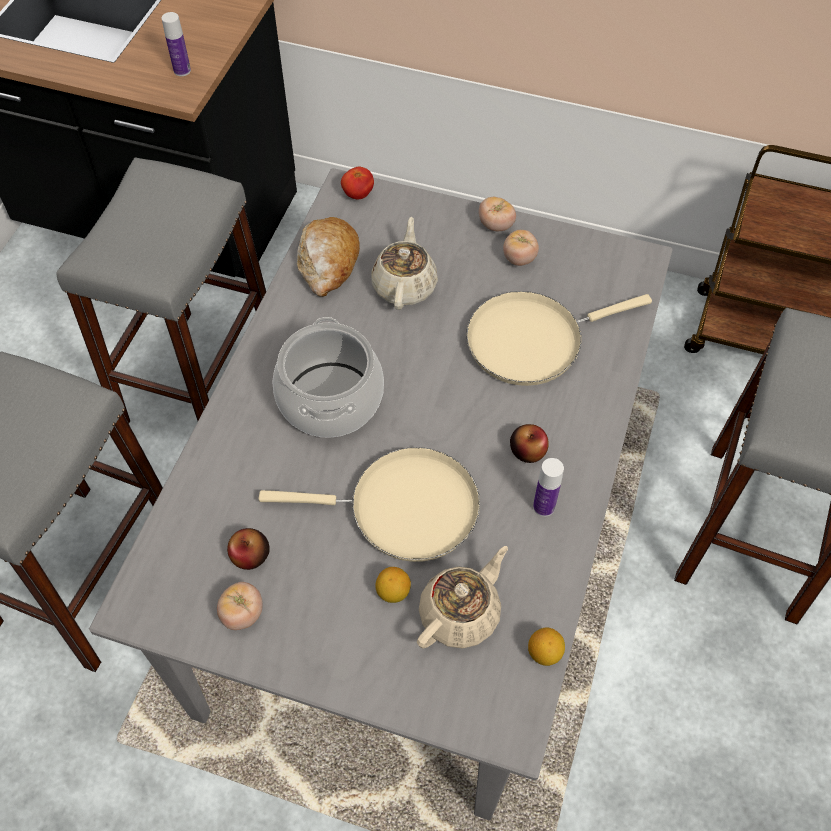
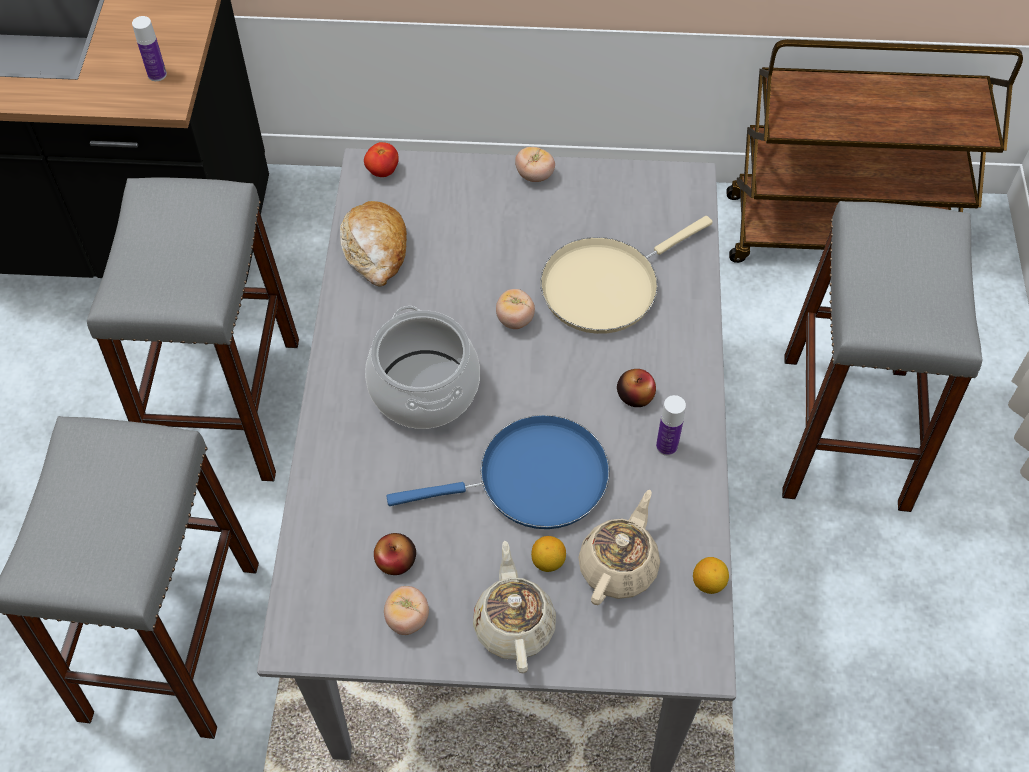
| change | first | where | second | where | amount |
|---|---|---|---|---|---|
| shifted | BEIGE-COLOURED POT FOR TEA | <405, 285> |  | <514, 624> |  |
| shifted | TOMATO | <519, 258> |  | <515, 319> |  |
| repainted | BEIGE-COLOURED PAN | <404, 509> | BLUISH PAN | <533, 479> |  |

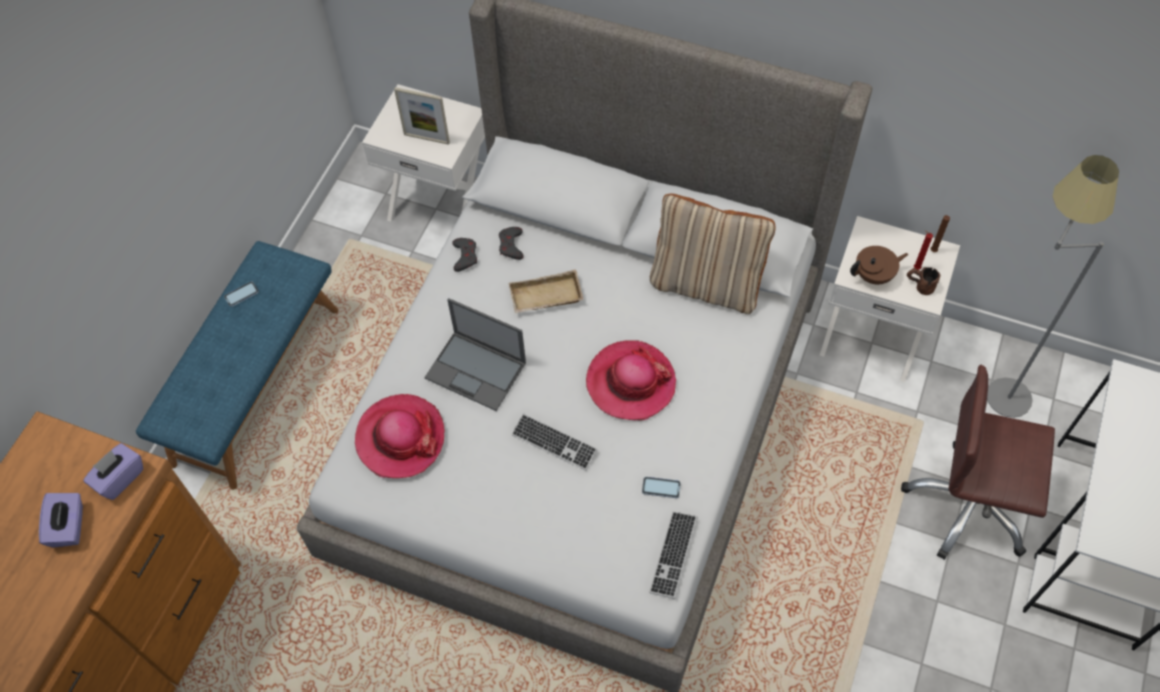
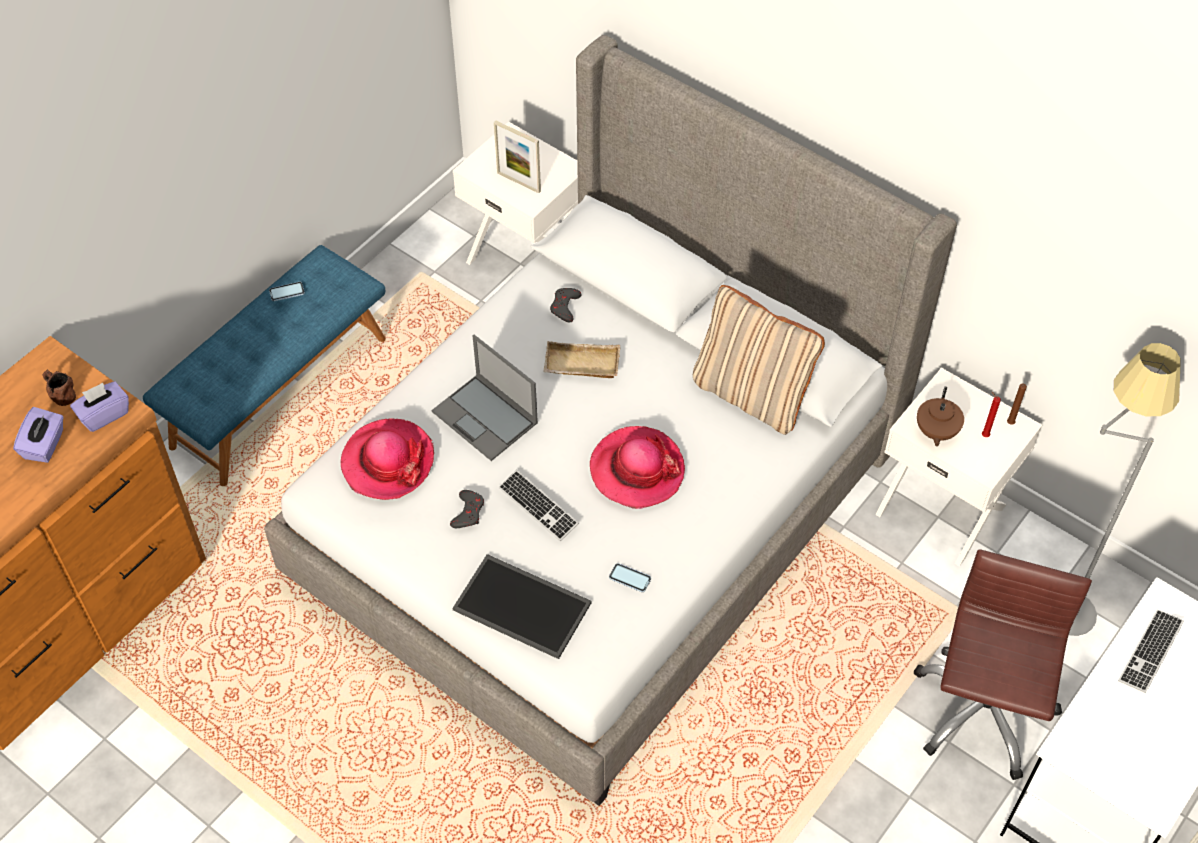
| change | first | where | second | where | amount |
|---|---|---|---|---|---|
| new |  |  | SERVING TRAY | <524, 605> |  |
| shifted | GREYISH GAMEPAD | <465, 256> |  | <468, 512> |  |
| shifted | KEYBOARD | <673, 555> |  | <1150, 652> |  |
| shifted | BROWN TEA MUG | <919, 286> |  | <60, 394> |  |
| rotated | BROWN POT FOR TEA | <874, 275> |  | <936, 432> | 105 degrees clockwise |
| rotated | BROWN DESK CHAIR | <968, 505> |  | <981, 710> | 75 degrees clockwise |

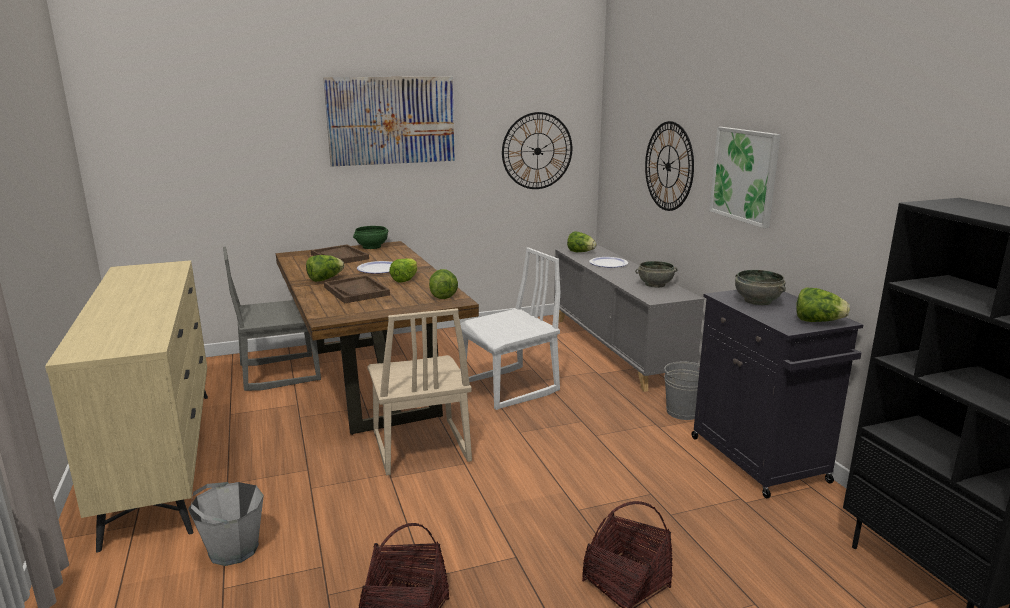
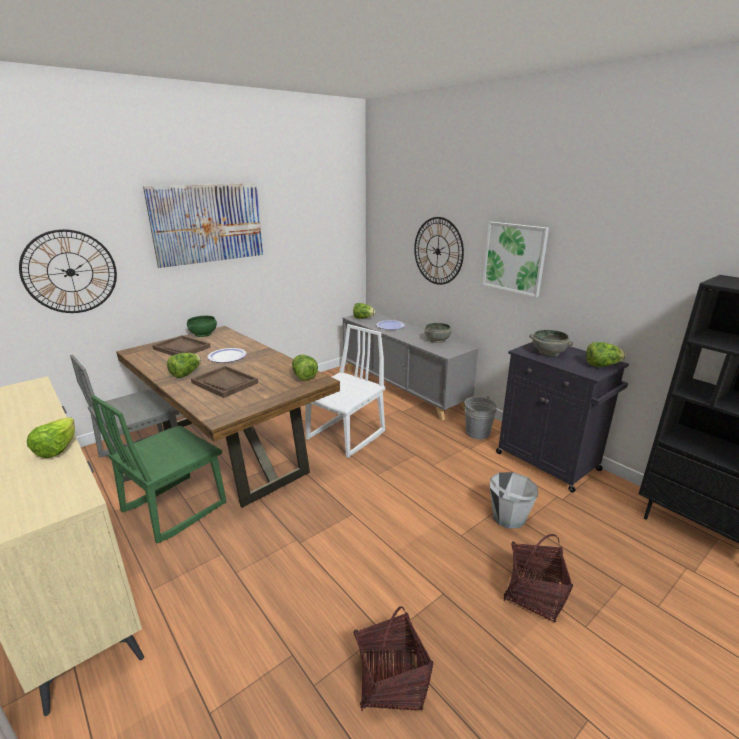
| change | first | where | second | where | amount |
|---|---|---|---|---|---|
| gone | BEIGE-COLOURED UPRIGHT CHAIR | <419, 448> |  |  |  |
| new |  |  | GREEN-COLOURED UPRIGHT CHAIR | <174, 507> |  |
| shifted | GREYISH WATER BUCKET | <233, 549> |  | <508, 517> |  |
| shifted | HEAD OF LETTUCE | <405, 279> |  | <58, 449> |  |
| shifted | WALL CLOCK | <537, 151> |  | <70, 272> |  |

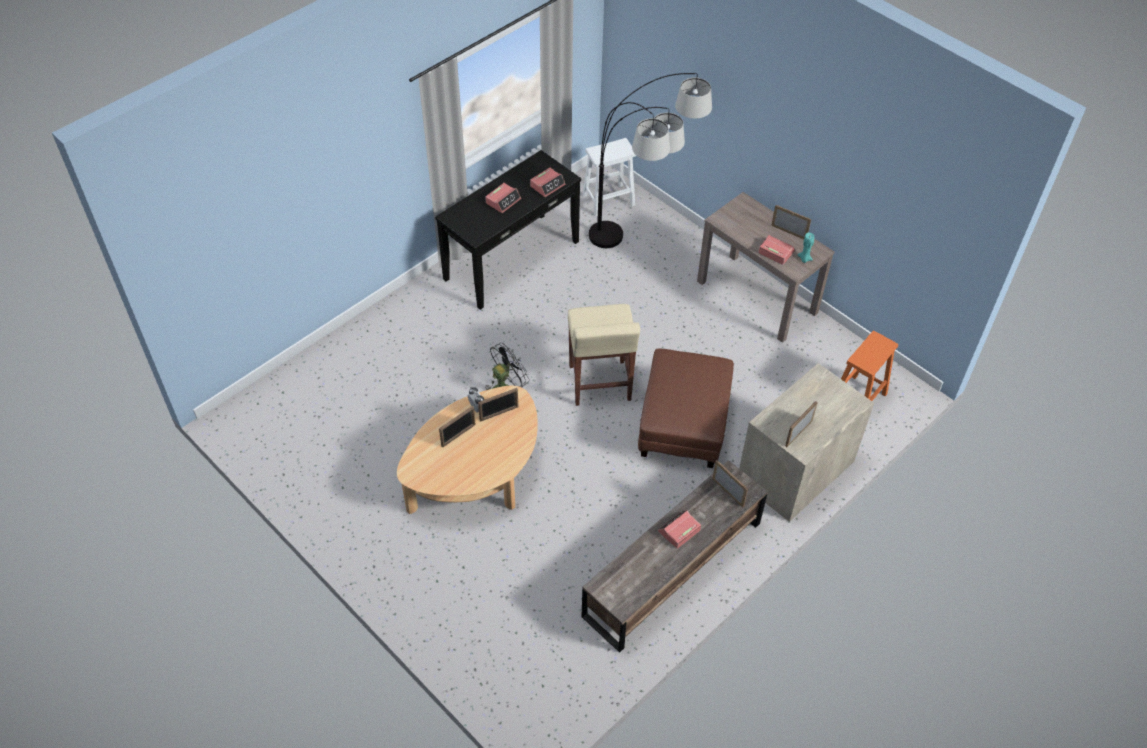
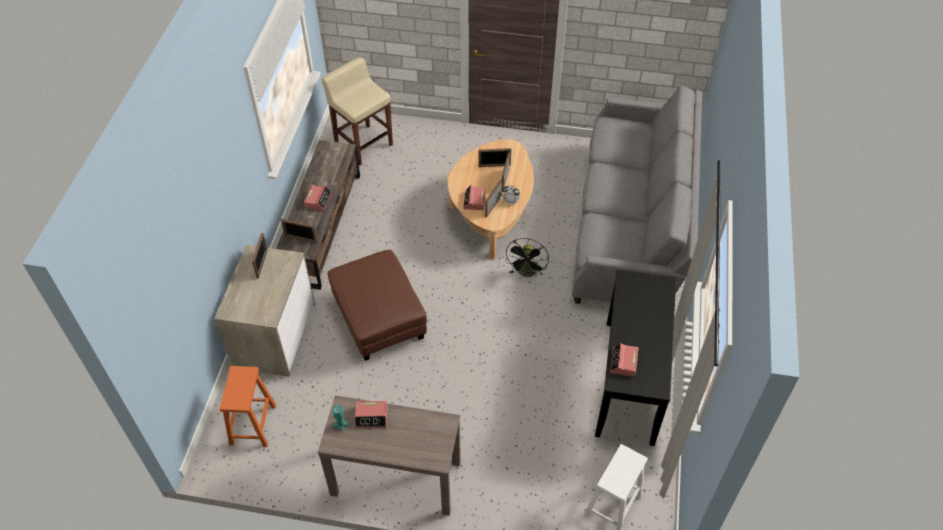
| change | first | where | second | where | amount |
|---|---|---|---|---|---|
| gone | STANDARD LAMP | <641, 254> |  |  |  |
| new |  |  | GREYISH SETTEE | <631, 225> |  |
| shifted | BEDSIDE CLOCK | <503, 201> |  | <474, 201> |  |
| shifted | BEIGE-COLOURED STOOL SEAT | <599, 384> |  | <363, 144> |  |
| shifted | STANDING FRAME | <789, 232> |  | <494, 166> |  |

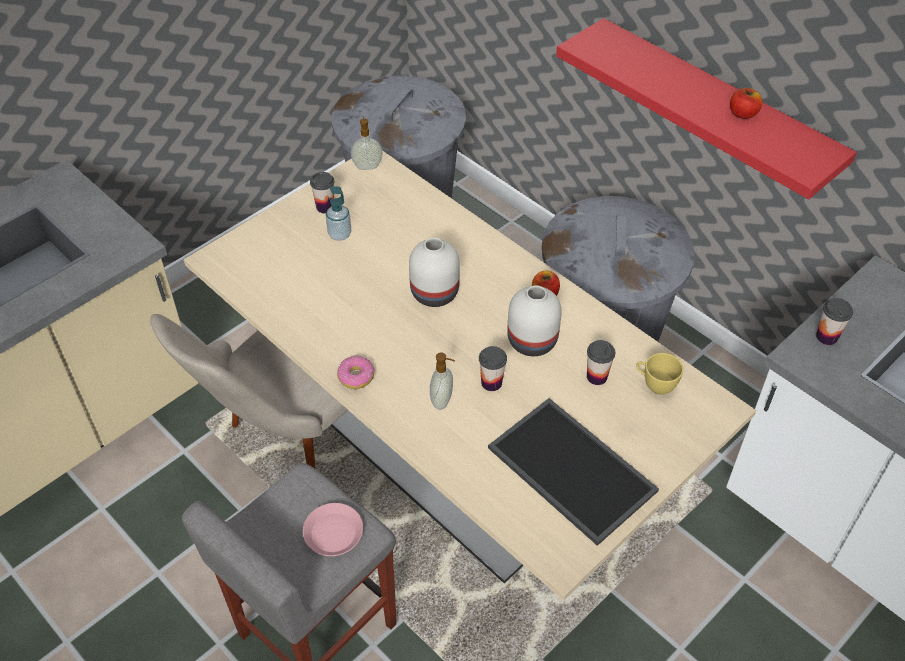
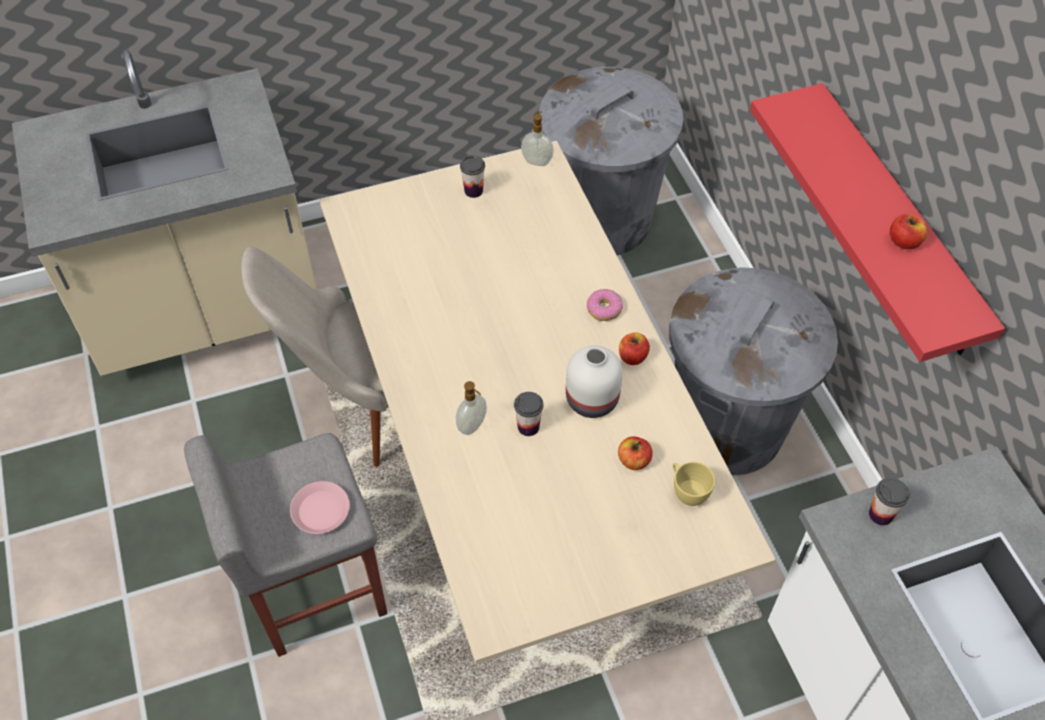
| change | first | where | second | where | amount |
|---|---|---|---|---|---|
| gone | LIQUID SOAP BOTTLE | <339, 234> |  |  |  |
| gone | WHITE VASE | <433, 292> |  |  |  |
| gone | SERVING TRAY | <568, 470> |  |  |  |
| shifted | DOUGHNUT | <356, 376> |  | <604, 309> |  |
| swapped | DRINKING CUP | <597, 377> | WHOLE APPLE | <633, 461> |  |

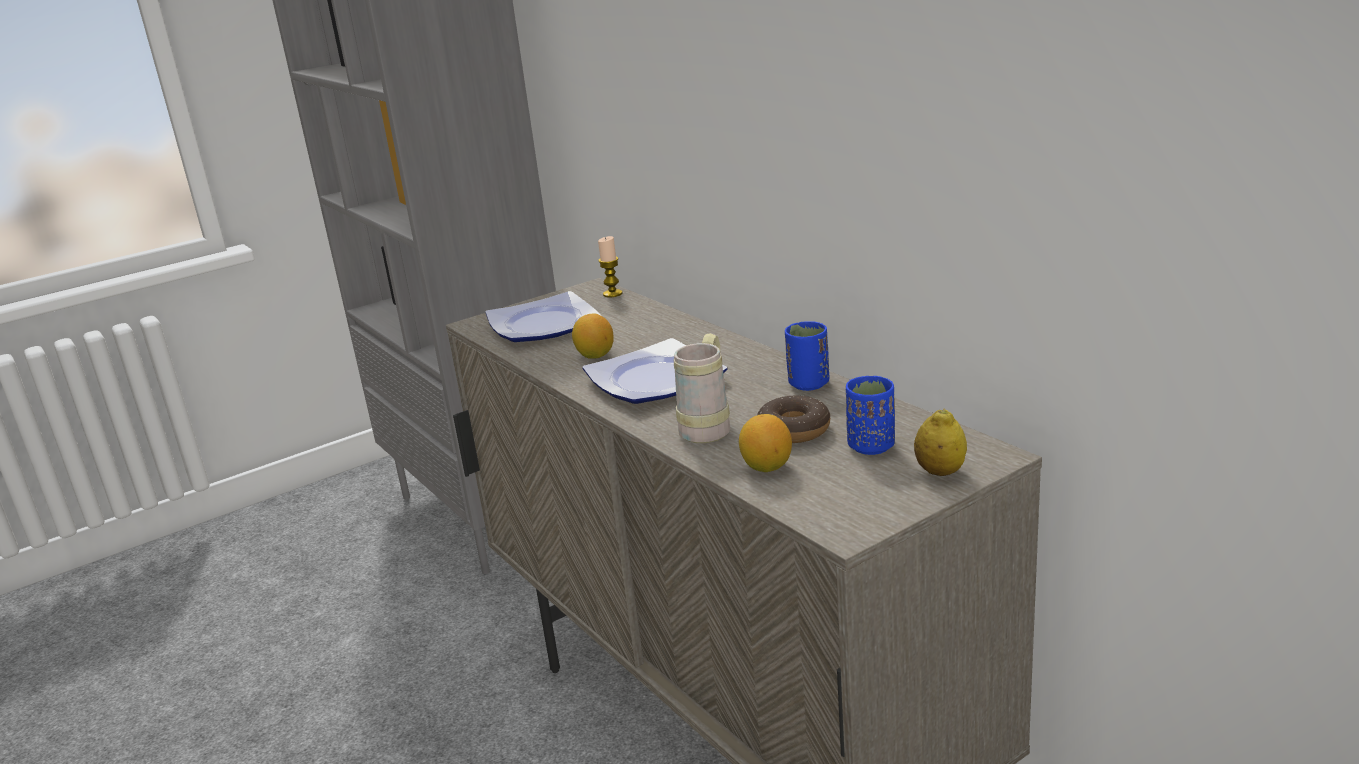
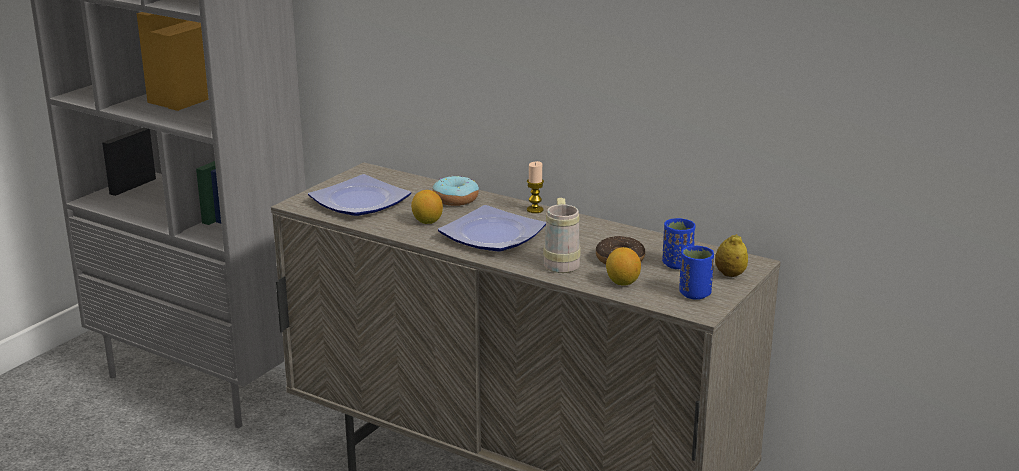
| change | first | where | second | where | amount |
|---|---|---|---|---|---|
| new |  |  | DOUGHNUT | <455, 199> |  |
| shifted | WAX LIGHT | <612, 294> |  | <535, 210> |  |
| shifted | BLUISH DRINKING CUP | <808, 384> |  | <694, 294> |  |

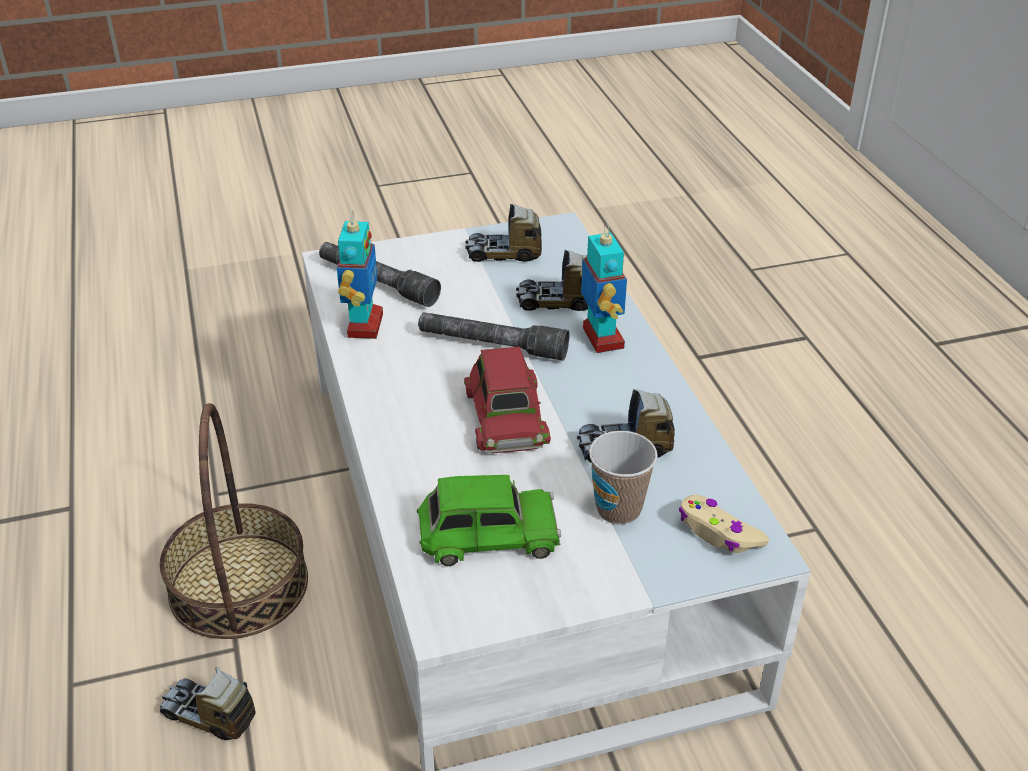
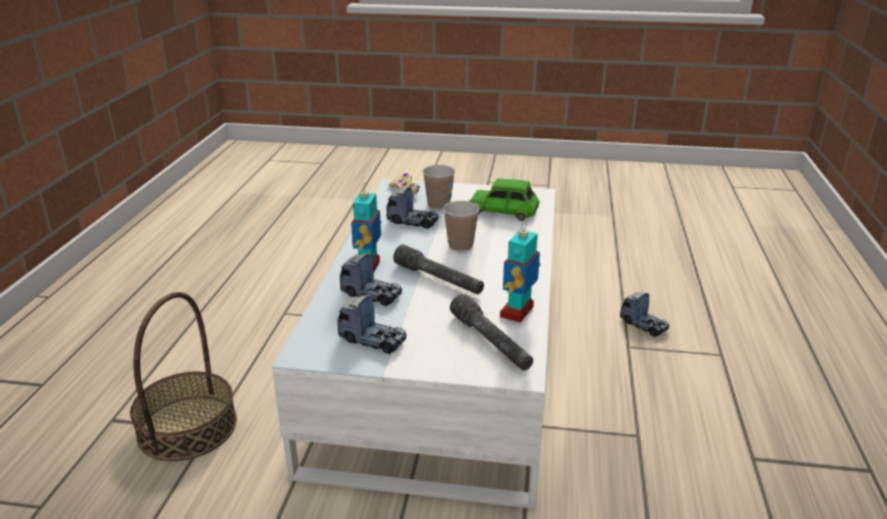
| change | first | where | second | where | amount |
|---|---|---|---|---|---|
| shifted | HOUSEHOLD BASKET | <238, 585> |  | <188, 427> |  |
| swapped | RED-COLOURED TOY CAR | <506, 415> | DRINKING CUP | <460, 245> |  |

